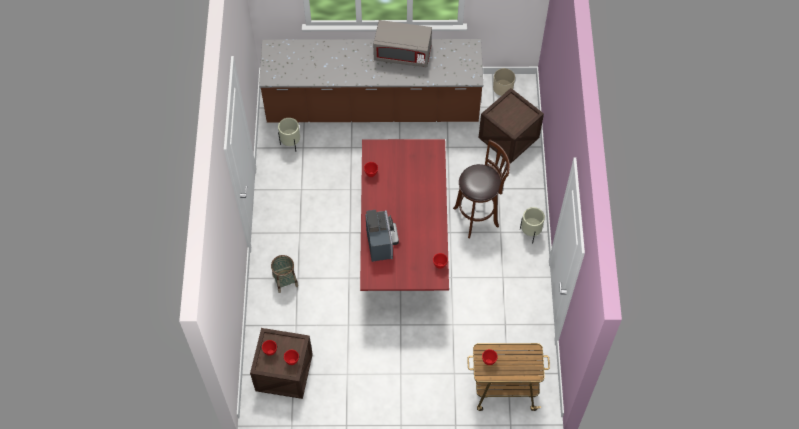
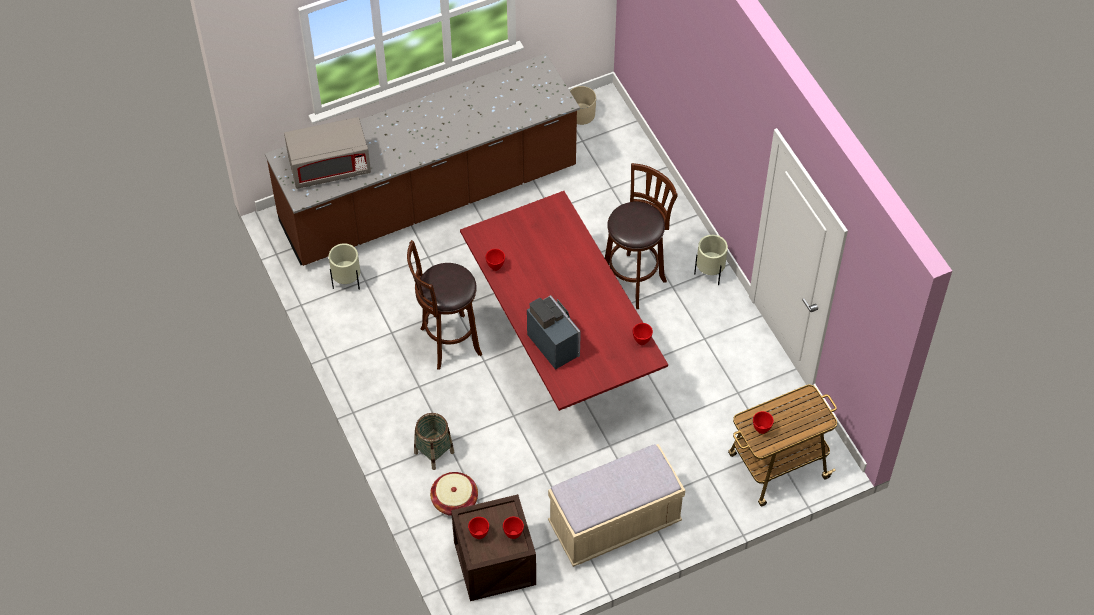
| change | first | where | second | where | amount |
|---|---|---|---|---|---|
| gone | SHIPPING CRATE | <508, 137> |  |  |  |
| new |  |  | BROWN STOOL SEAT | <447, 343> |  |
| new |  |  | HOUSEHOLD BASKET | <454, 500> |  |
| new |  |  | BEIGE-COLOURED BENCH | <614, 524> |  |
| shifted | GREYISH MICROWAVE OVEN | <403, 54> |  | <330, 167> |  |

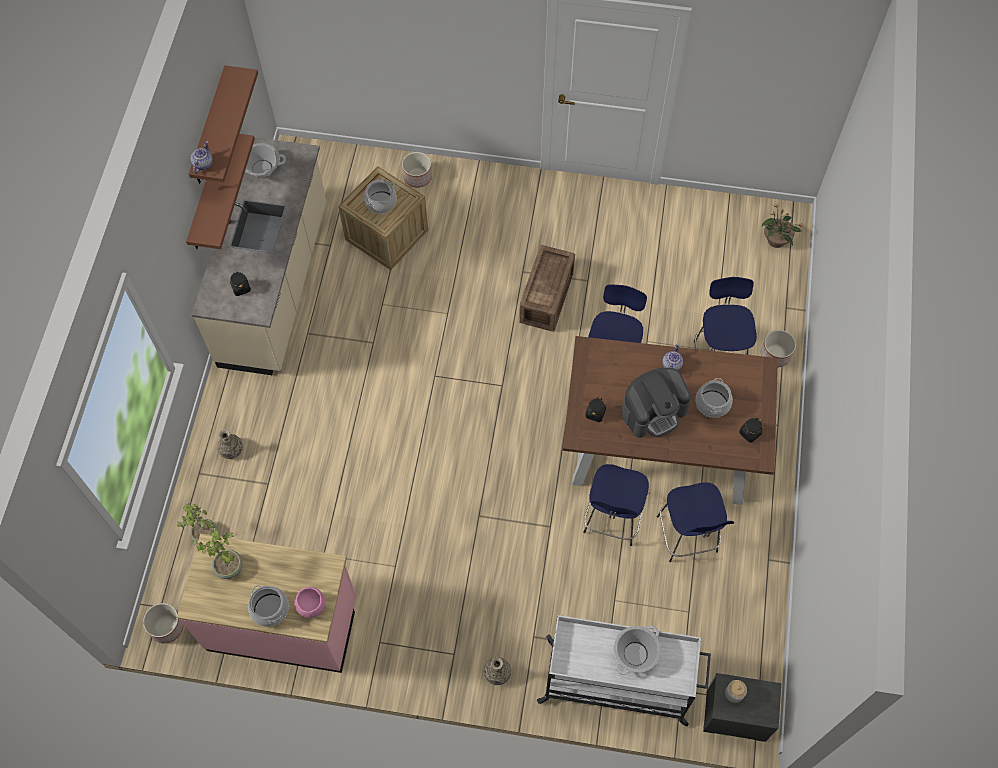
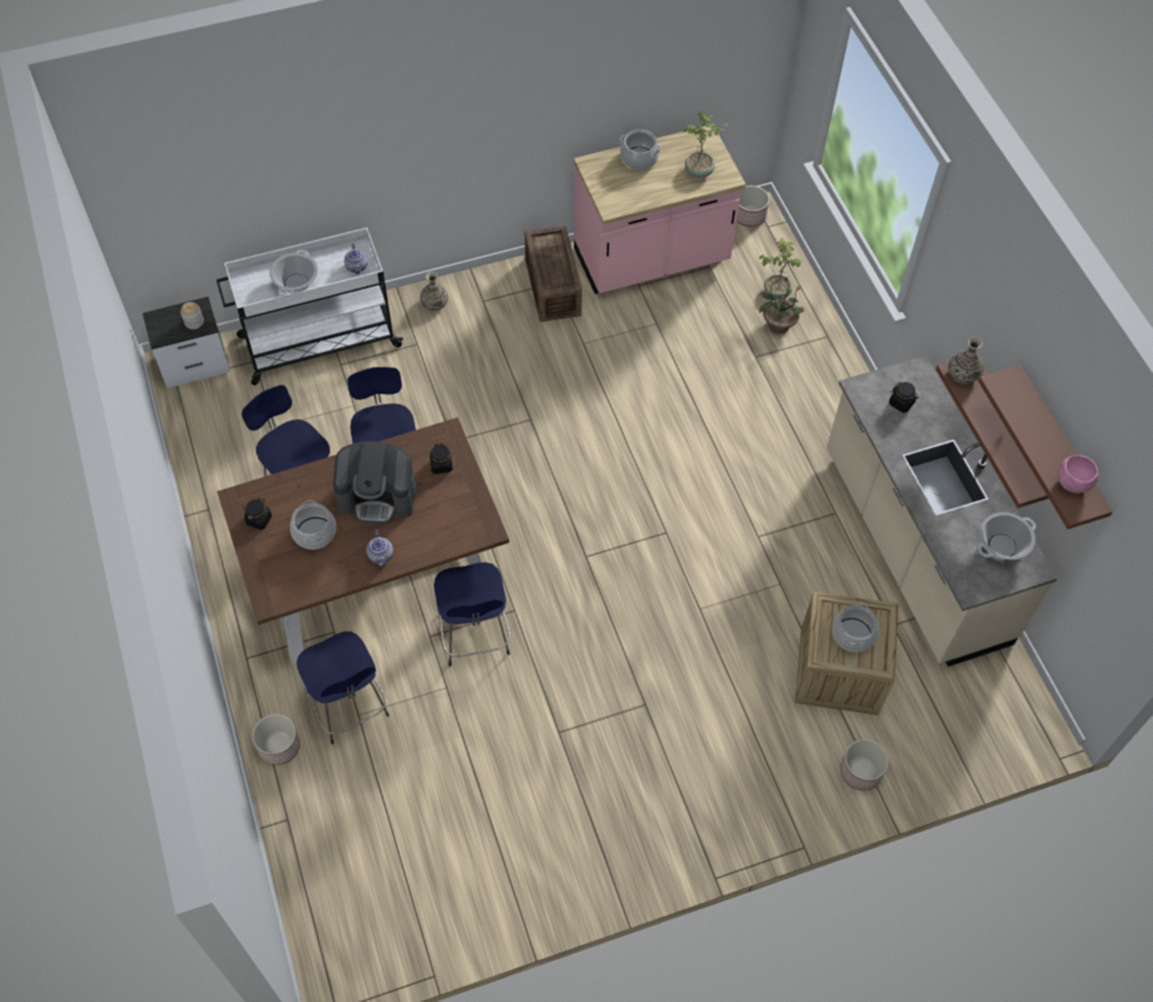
| change | first | where | second | where | amount |
|---|---|---|---|---|---|
| shifted | POT FOR TEA | <203, 163> |  | <357, 267> |  |
| shifted | VASE | <231, 449> |  | <962, 374> |  |
| shifted | PINK DEEP DISH | <312, 606> |  | <1072, 483> |  |
| shifted | SHIPPING CRATE | <548, 296> |  | <551, 288> |  |
| shifted | POTTED PLANT | <776, 241> |  | <778, 324> |  |
| rotated | COFFEE MAKER | <653, 411> |  | <378, 496> | 120 degrees counterclockwise |

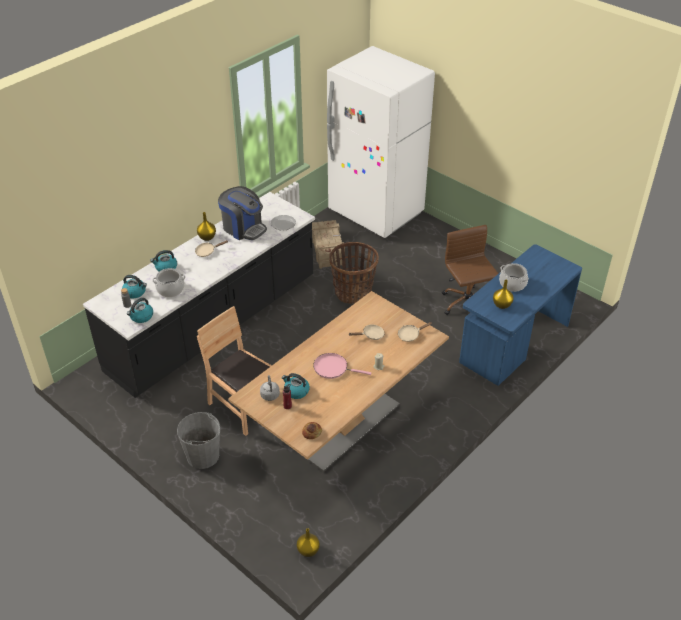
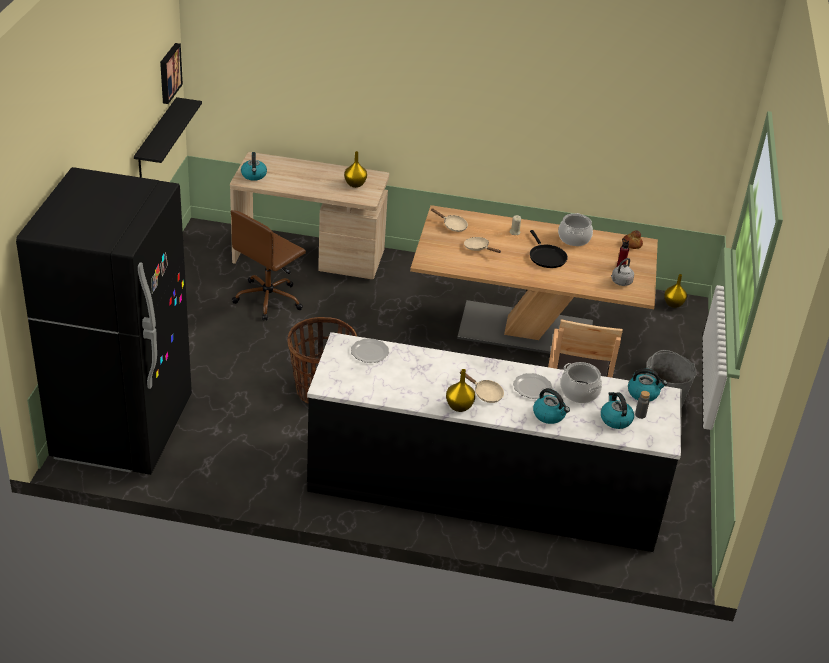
| change | first | where | second | where | amount |
|---|---|---|---|---|---|
| gone | COFFEE MAKER | <243, 228> |  |  |  |
| gone | SHIPPING CRATE | <328, 249> |  |  |  |
| new |  |  | BLACK-COLOURED BRACKET SHELF | <156, 139> |  |
| new |  |  | PICTURE | <169, 73> |  |
| new |  |  | PLATE | <532, 387> |  |
| shifted | WATER KETTLE | <296, 391> |  | <254, 175> |  |
| shifted | SAUCEPOT | <512, 284> |  | <574, 238> |  |
| repainted | PINK PAN | <333, 368> | BLACK-COLOURED PAN | <546, 257> |  |
| repainted | WHITE REFRIGERATOR | <376, 212> | BLACK-COLOURED REFRIGERATOR | <123, 429> |  |
| repainted | BLUISH DESK UNIT | <513, 343> | BEIGE-COLOURED DESK UNIT | <309, 255> |  |

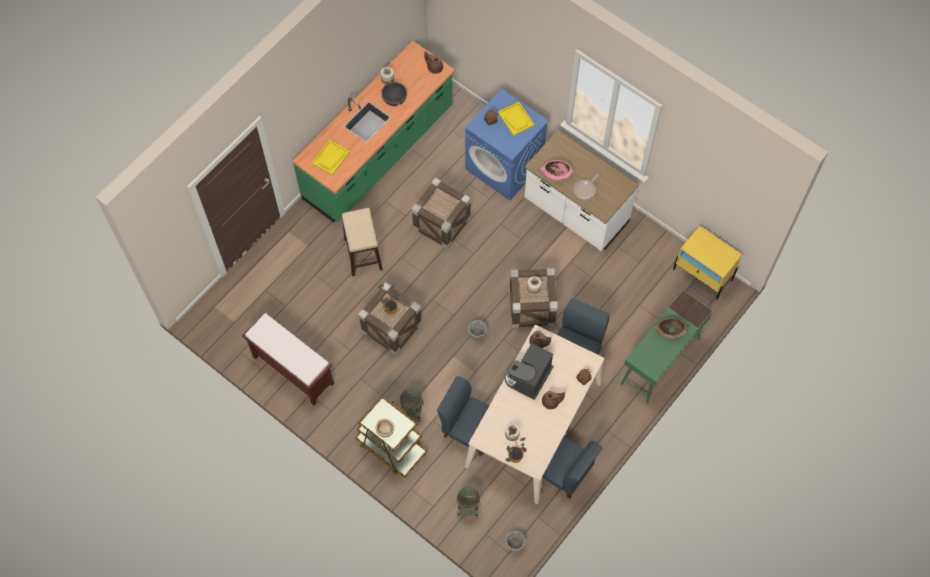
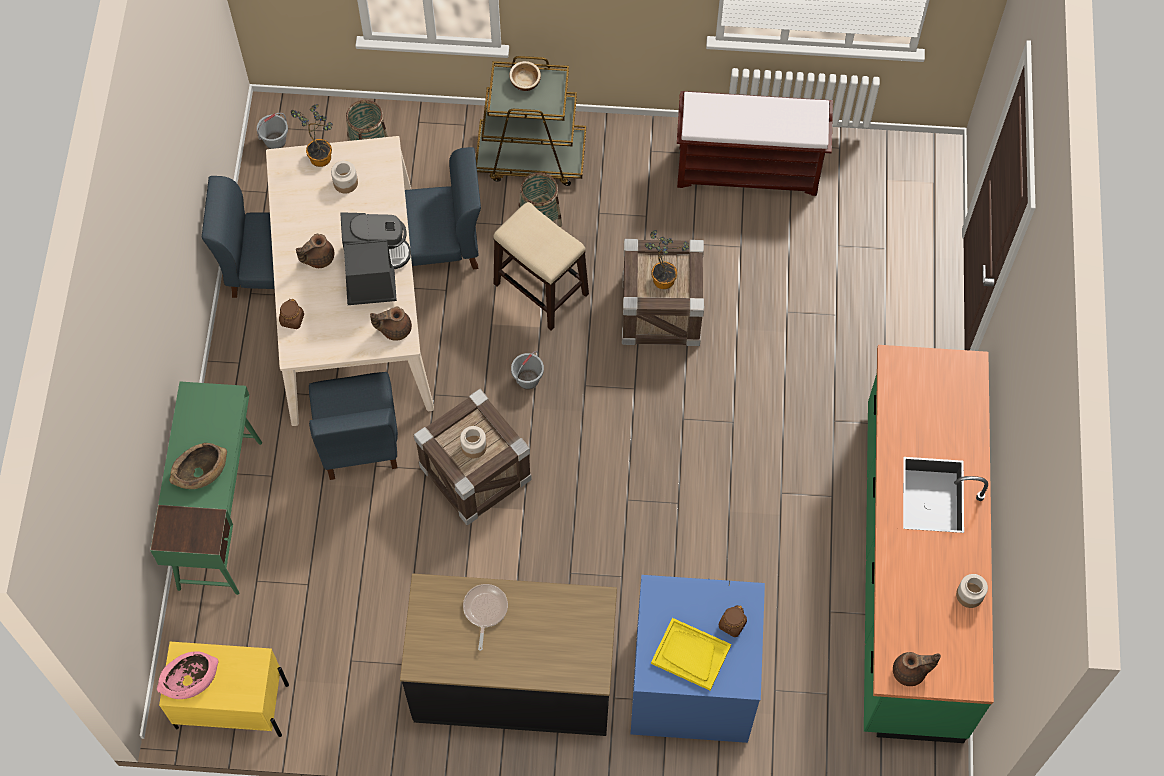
| change | first | where | second | where | amount |
|---|---|---|---|---|---|
| gone | YELLOWISH SERVING TRAY | <331, 158> |  |  |  |
| gone | BLACK-COLOURED SAUCEPOT | <394, 100> |  |  |  |
| gone | SHIPPING CRATE | <441, 223> |  |  |  |
| shifted | STOOL SEAT | <363, 254> |  | <540, 288> |  |
| shifted | PINK DEEP DISH | <556, 174> |  | <190, 680> |  |
| repainted | WHITE KITCHEN COUNTER | <575, 212> | BLACK-COLOURED KITCHEN COUNTER | <514, 679> |  |

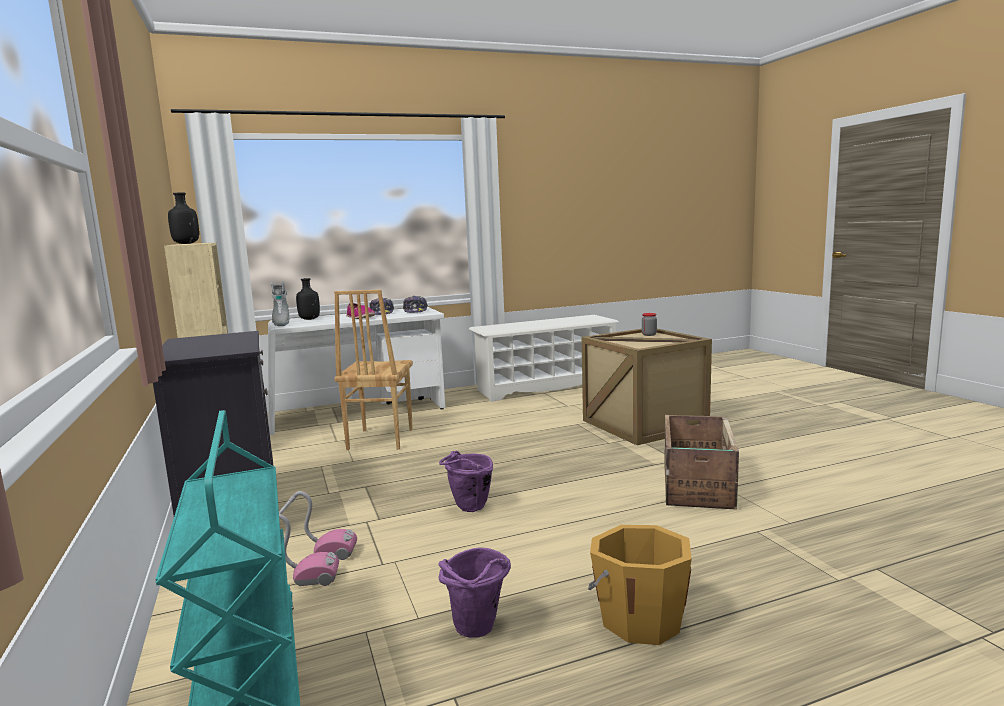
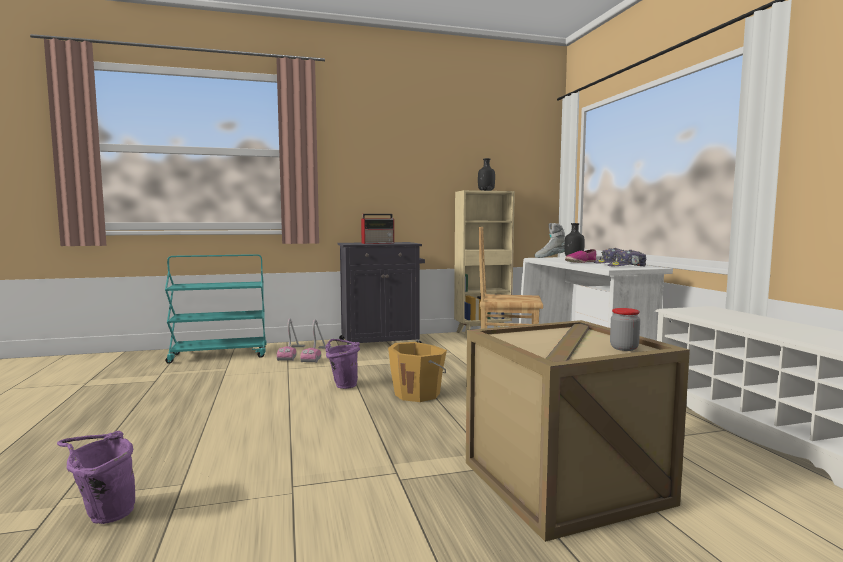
| change | first | where | second | where | amount |
|---|---|---|---|---|---|
| gone | SHIPPING CRATE | <696, 486> |  |  |  |
| new |  |  | RADIO | <378, 243> |  |
| shifted | PURPLE WATER BUCKET | <477, 632> |  | <103, 516> |  |
| shifted | ORANGE WATER BUCKET | <639, 619> |  | <418, 394> |  |

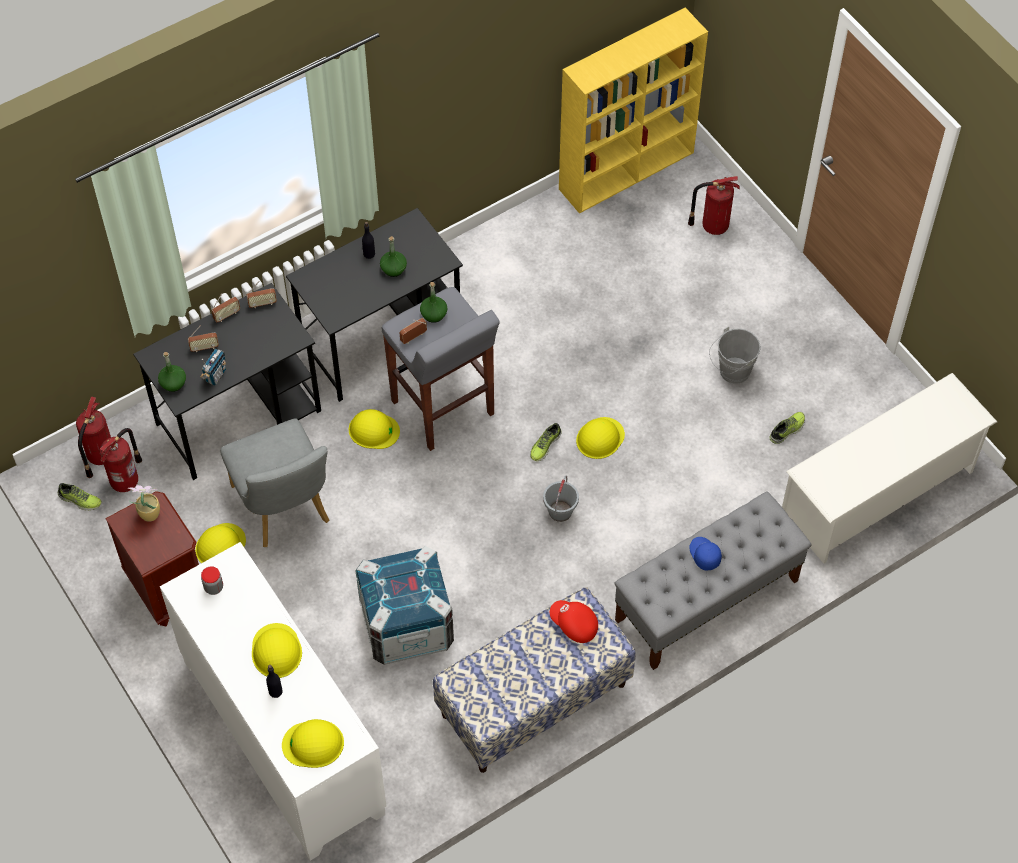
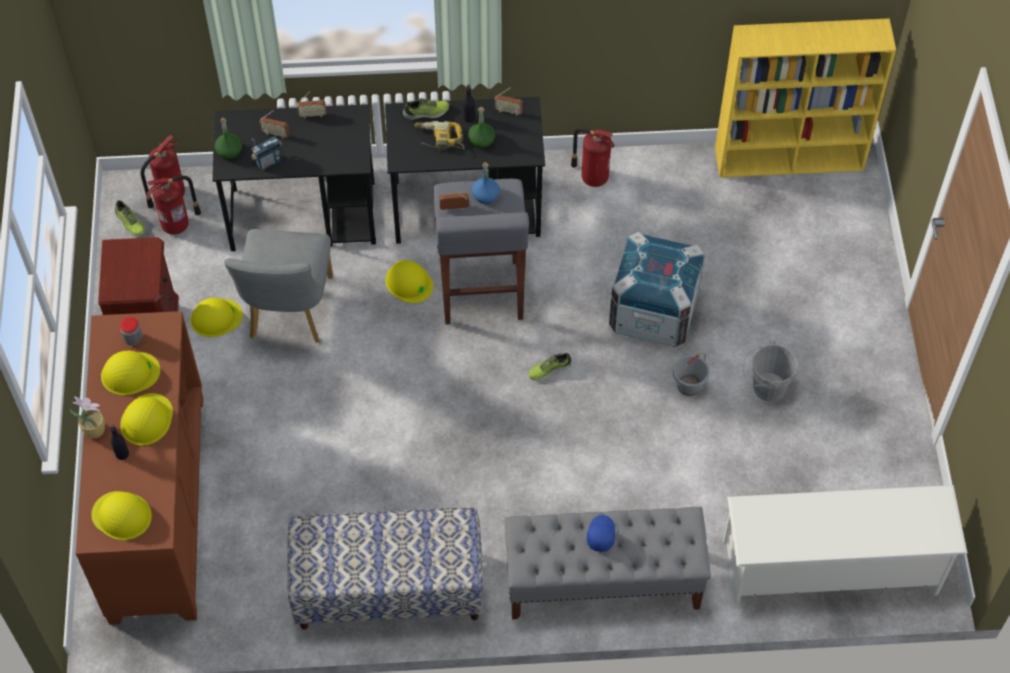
| change | first | where | second | where | amount |
|---|---|---|---|---|---|
| gone | RED-COLOURED BASEBALL CAP | <573, 625> |  |  |  |
| new |  |  | DRILL | <439, 139> |  |
| shifted | POTTED PLANT | <149, 513> |  | <94, 429> |  |
| shifted | RADIO | <262, 304> |  | <508, 111> |  |
| shifted | SHIPPING CRATE | <407, 625> |  | <653, 312> |  |
| shifted | GREYISH WATER BUCKET | <560, 511> |  | <689, 386> |  |
| shifted | YELLOWISH WORK HELMET | <600, 438> |  | <130, 373> |  |
| shifted | FIRE-FIGHTING CYLINDER | <713, 226> |  | <593, 176> |  |
| shifted | SHOE | <787, 430> |  | <426, 112> |  |
| repainted | WHITE CABINET | <281, 737> | BROWN CABINET | <156, 507> |  |
| repainted | GREEN-COLOURED DRINK BOTTLE | <434, 314> | BLUISH DRINK BOTTLE | <485, 196> |  |

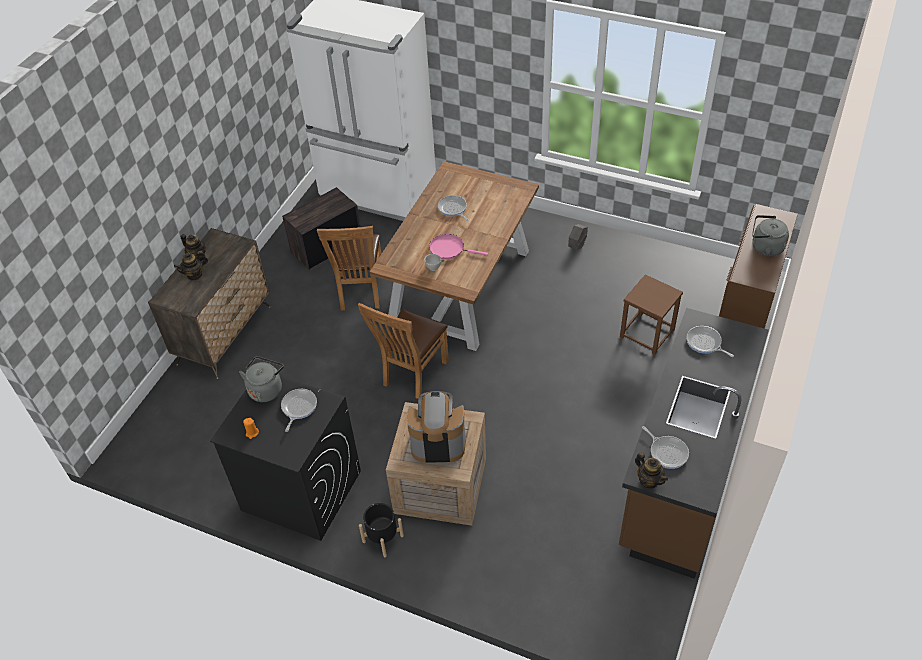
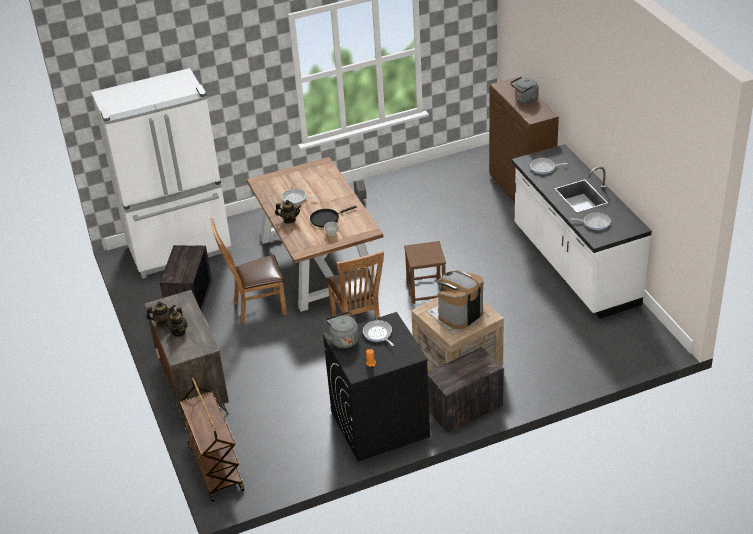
| change | first | where | second | where | amount |
|---|---|---|---|---|---|
| new |  |  | BROWN TROLLEY | <215, 467> |  |
| shifted | BROWN STOOL SEAT | <646, 333> |  | <426, 291> |  |
| shifted | POT FOR TEA | <649, 480> |  | <289, 220> |  |
| swapped | BLACK-COLOURED PLANTER | <383, 538> | SHIPPING CRATE | <464, 408> |  |
| repainted | PINK PAN | <449, 249> | BLACK-COLOURED PAN | <326, 219> |  |
| repainted | BROWN KITCHEN COUNTER | <682, 473> | WHITE KITCHEN COUNTER | <574, 266> |  |
| rotated | BROWN UPRIGHT CHAIR | <360, 293> |  | <256, 308> | 120 degrees clockwise |

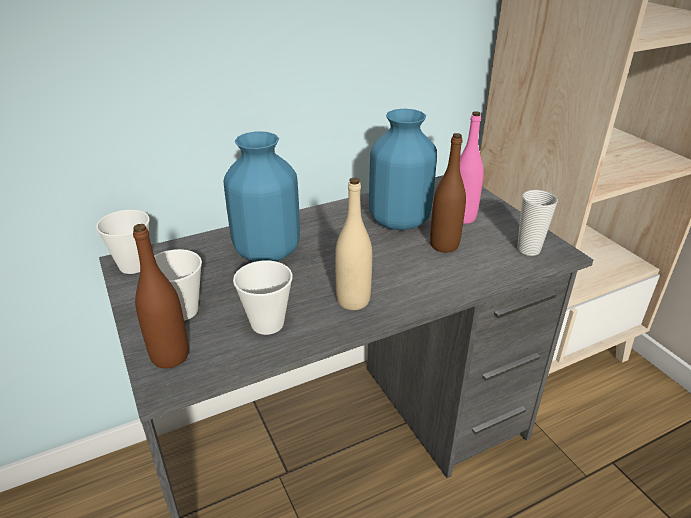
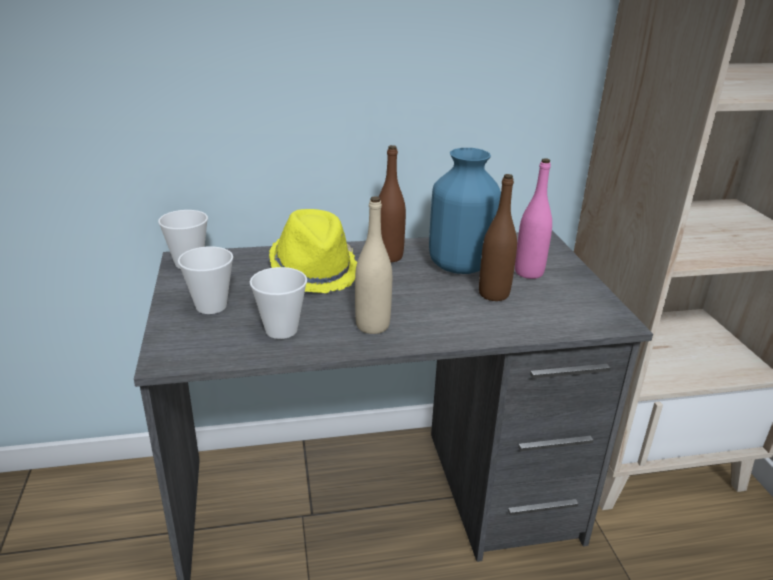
| change | first | where | second | where | amount |
|---|---|---|---|---|---|
| gone | DRINKING CUP | <528, 249> |  |  |  |
| shifted | BROWN DRINK BOTTLE | <170, 356> |  | <389, 257> |  |
| swapped | BLUISH VASE | <267, 251> | YELLOWISH HAT | <314, 271> |  |

